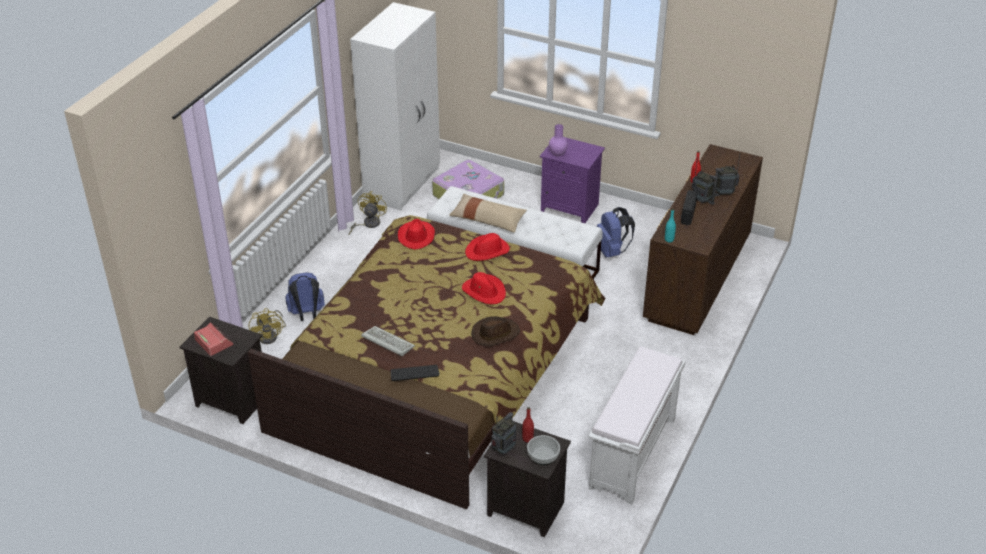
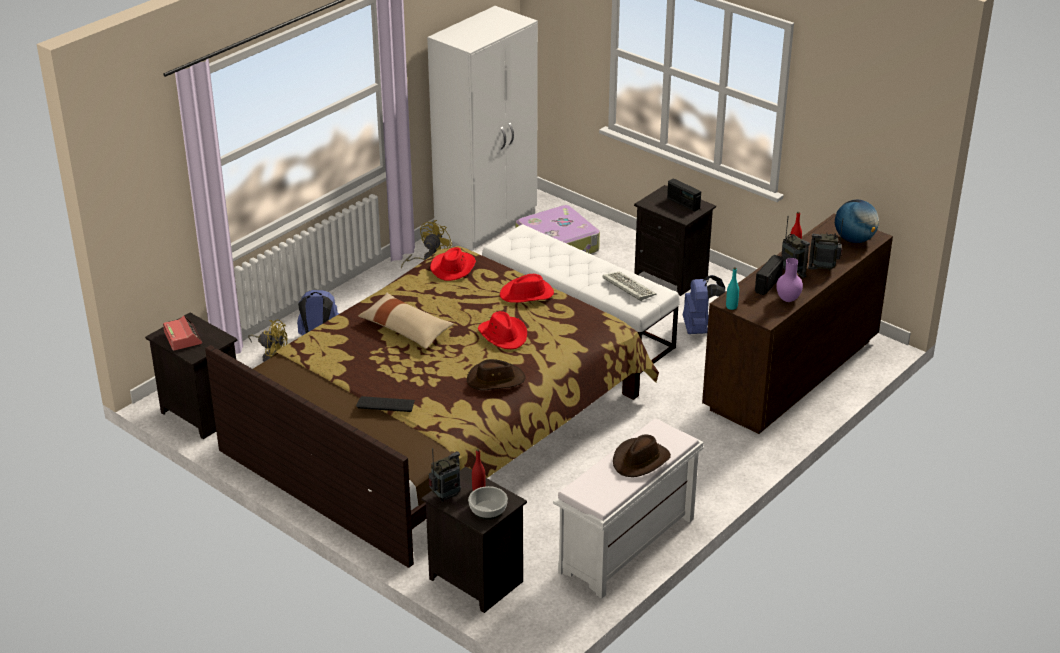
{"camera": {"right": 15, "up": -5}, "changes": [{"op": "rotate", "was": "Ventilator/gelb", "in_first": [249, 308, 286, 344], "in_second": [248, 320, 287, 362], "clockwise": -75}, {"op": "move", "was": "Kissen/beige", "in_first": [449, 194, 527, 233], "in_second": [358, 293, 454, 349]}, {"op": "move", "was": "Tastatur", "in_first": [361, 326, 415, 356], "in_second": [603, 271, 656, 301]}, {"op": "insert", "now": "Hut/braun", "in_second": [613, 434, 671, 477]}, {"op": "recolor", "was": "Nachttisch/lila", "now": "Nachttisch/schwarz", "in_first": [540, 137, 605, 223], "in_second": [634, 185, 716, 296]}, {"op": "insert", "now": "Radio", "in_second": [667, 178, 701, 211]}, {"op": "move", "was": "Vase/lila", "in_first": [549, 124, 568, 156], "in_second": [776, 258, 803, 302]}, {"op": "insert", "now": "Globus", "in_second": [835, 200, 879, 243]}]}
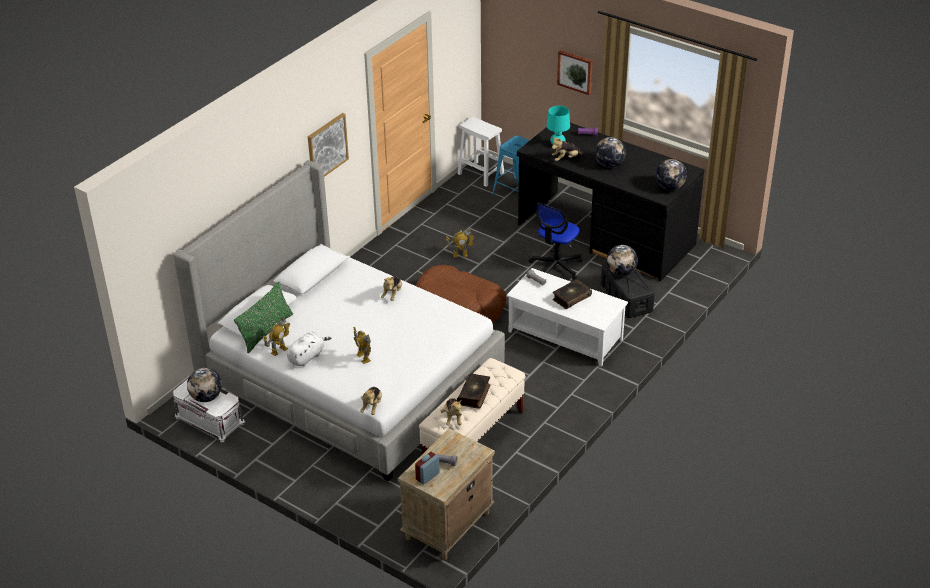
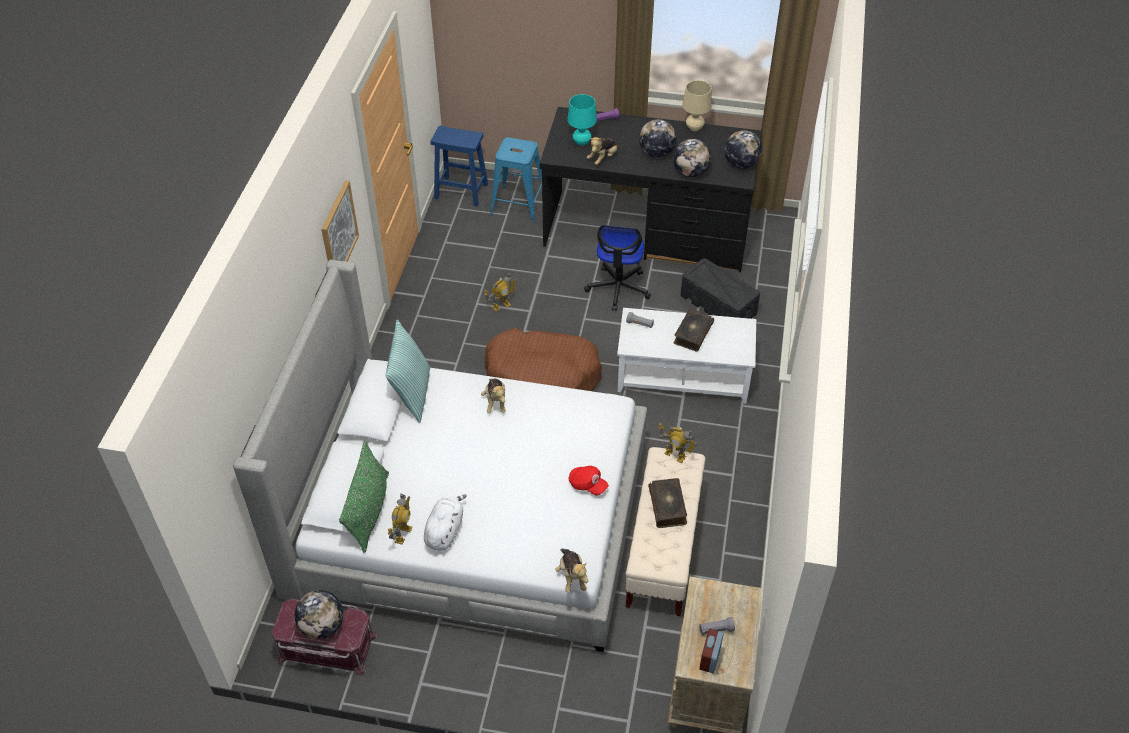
{"camera": {"right": -25, "up": 10}, "changes": [{"op": "recolor", "was": "Aufbewahrungsbox/weiß", "now": "Aufbewahrungsbox/rot", "in_first": [173, 379, 245, 443], "in_second": [272, 599, 377, 676]}, {"op": "insert", "now": "Kissen", "in_second": [385, 320, 430, 423]}, {"op": "recolor", "was": "Hocker/weiß", "now": "Hocker/blau", "in_first": [458, 117, 504, 187], "in_second": [431, 126, 488, 206]}, {"op": "insert", "now": "Kappe/rot", "in_second": [568, 466, 609, 495]}, {"op": "move", "was": "Spielzeugroboter", "in_first": [353, 327, 371, 364], "in_second": [659, 423, 697, 463]}, {"op": "move", "was": "Globus", "in_first": [607, 245, 638, 276], "in_second": [673, 139, 711, 178]}, {"op": "insert", "now": "Tischlampe/beige", "in_second": [682, 80, 712, 131]}, {"op": "delete", "was": "Plüschtier", "in_first": [441, 398, 462, 426]}, {"op": "delete", "was": "Bild", "in_first": [557, 50, 593, 95]}]}
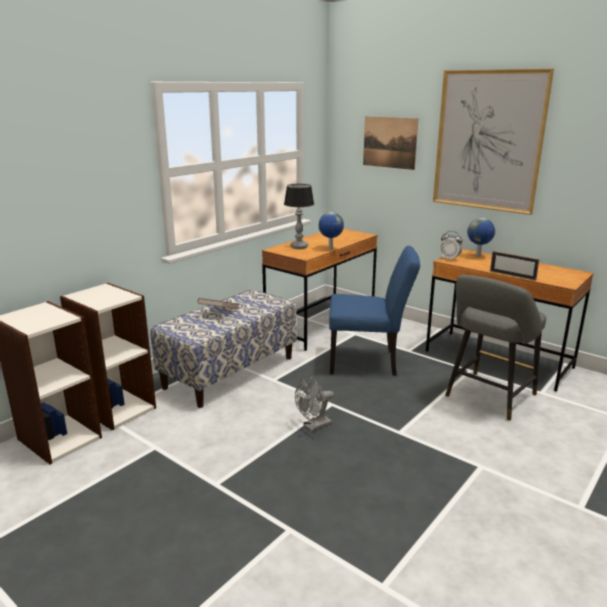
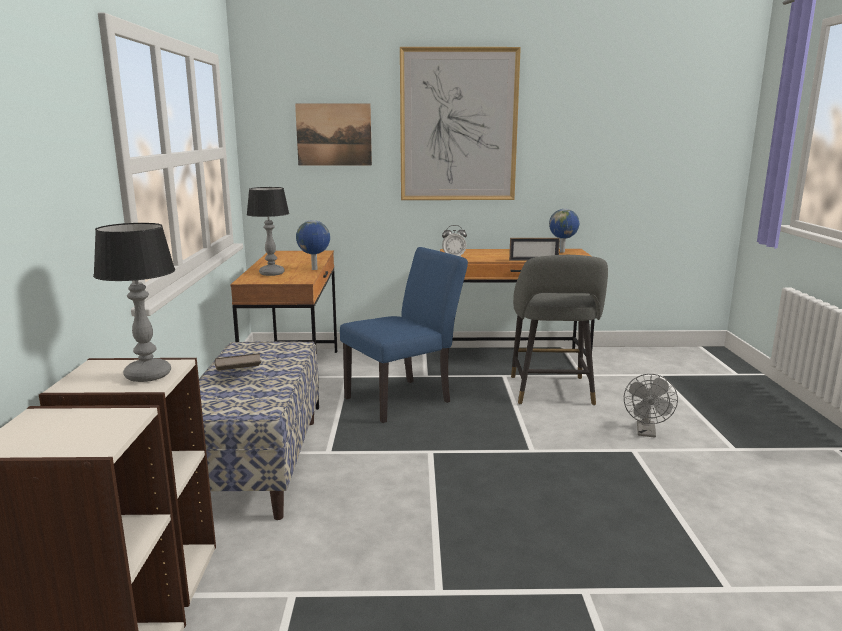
{"camera": {"right": -40, "up": -5}, "changes": [{"op": "insert", "now": "Tischlampe", "in_second": [93, 223, 175, 382]}, {"op": "move", "was": "Globus", "in_first": [467, 218, 495, 257], "in_second": [549, 209, 579, 253]}, {"op": "move", "was": "Ventilator/grau", "in_first": [295, 376, 334, 432], "in_second": [624, 374, 678, 438]}]}
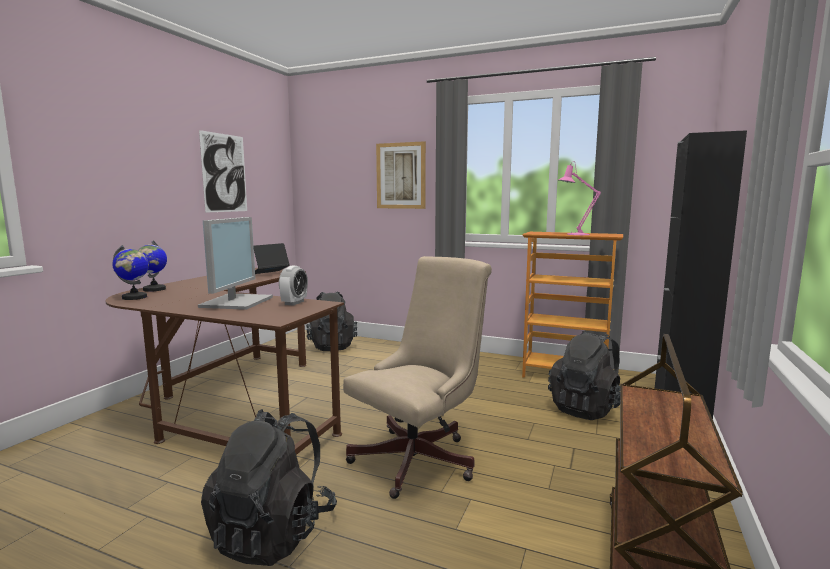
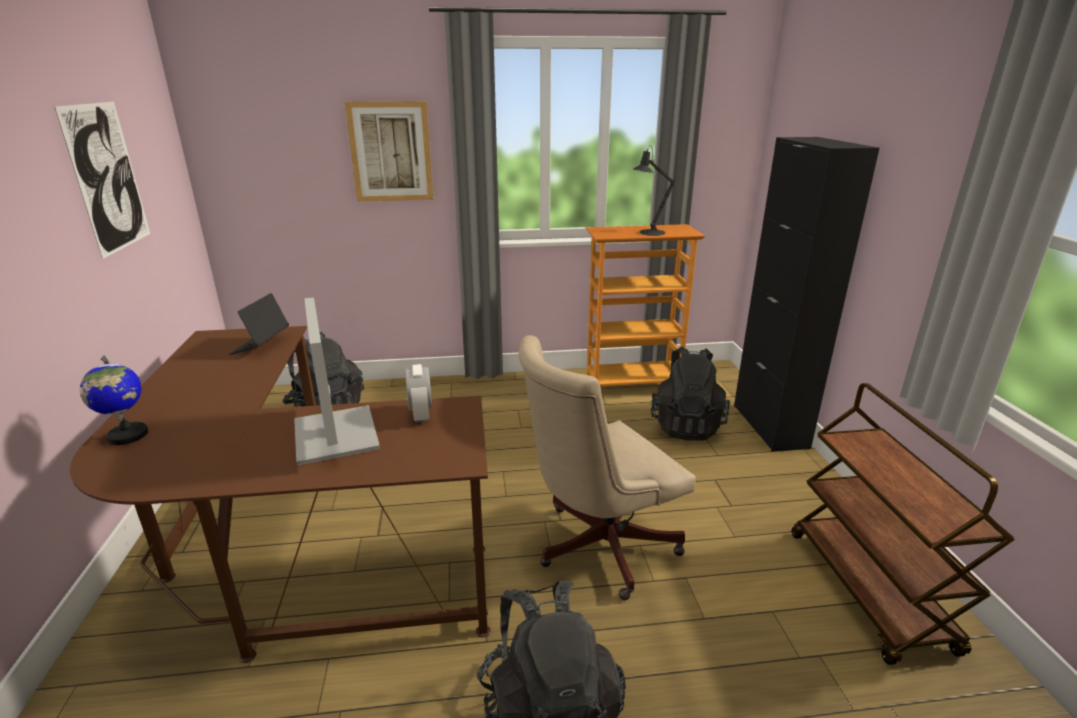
{"camera": {"right": -30, "up": 15}, "changes": [{"op": "rotate", "was": "Bürostuhl/beige", "in_first": [343, 256, 492, 499], "in_second": [518, 335, 696, 600], "clockwise": -135}, {"op": "recolor", "was": "Tischlampe/rosa", "now": "Tischlampe/schwarz", "in_first": [558, 161, 601, 235], "in_second": [634, 146, 675, 236]}, {"op": "delete", "was": "Globus", "in_first": [112, 245, 149, 300]}]}
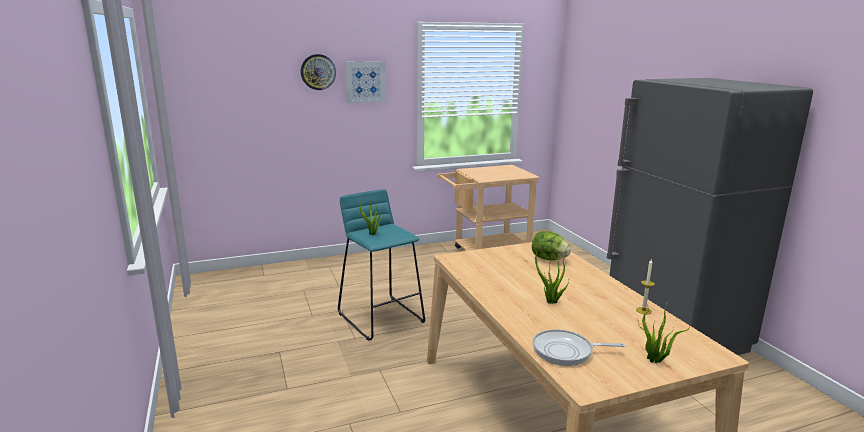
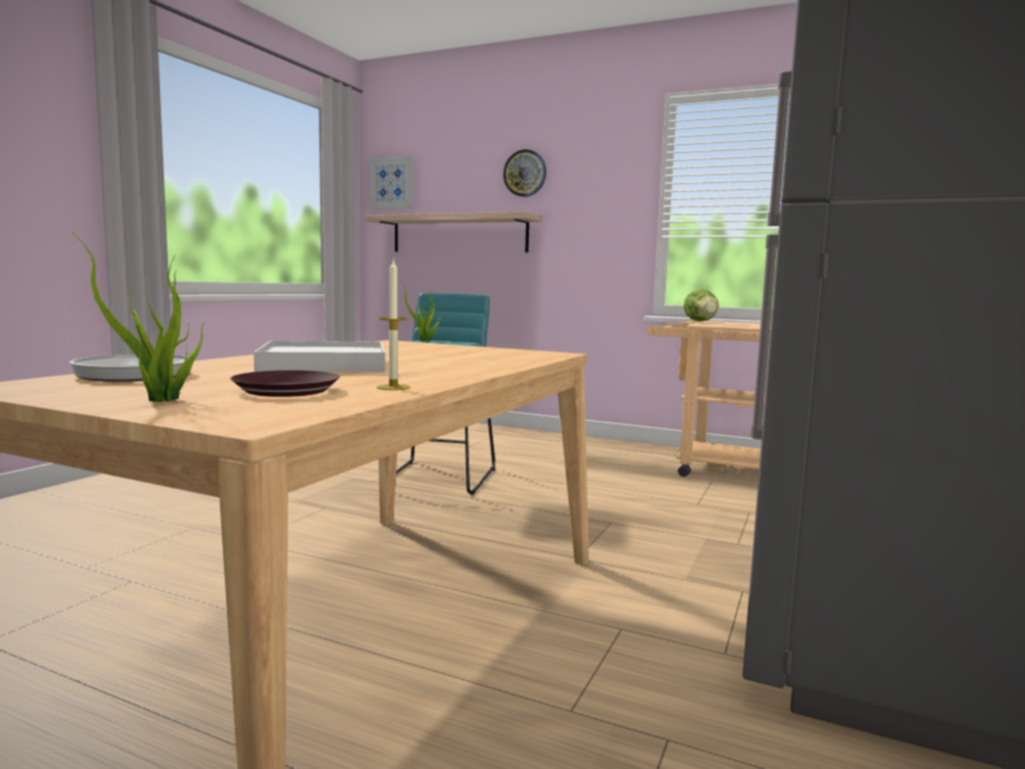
{"camera": {"right": 45, "up": -10}, "changes": [{"op": "insert", "now": "Teller/braun", "in_second": [230, 370, 340, 397]}, {"op": "replace", "was": "Topfpflanze", "now": "Tablett/weiß", "in_first": [532, 243, 569, 304], "in_second": [254, 341, 385, 372]}, {"op": "insert", "now": "Wandregal", "in_second": [365, 212, 542, 253]}, {"op": "move", "was": "Bild", "in_first": [345, 61, 386, 103], "in_second": [370, 156, 413, 209]}, {"op": "move", "was": "Salatkopf", "in_first": [532, 231, 571, 260], "in_second": [684, 290, 719, 322]}]}
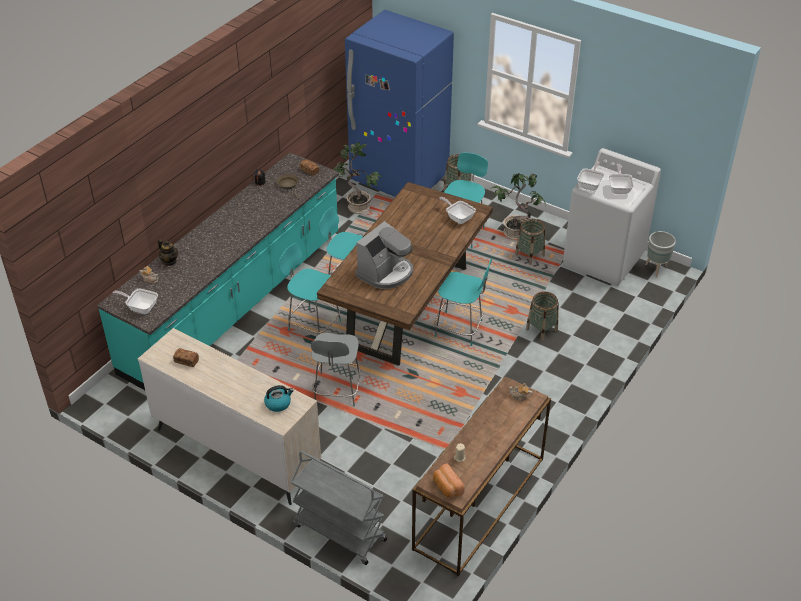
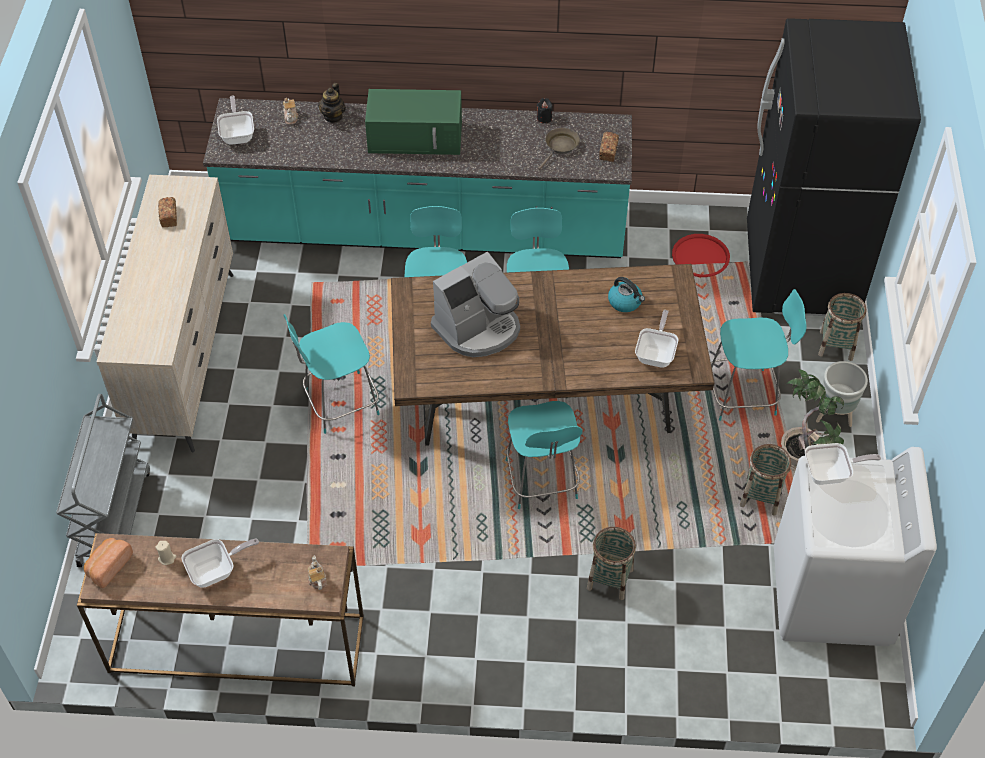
{"camera": {"right": 60, "up": 10}, "changes": [{"op": "move", "was": "Pfanne", "in_first": [608, 164, 634, 194], "in_second": [181, 539, 259, 588]}, {"op": "recolor", "was": "Stuhl/grau", "now": "Stuhl/türkis", "in_first": [311, 333, 360, 406], "in_second": [284, 314, 380, 434]}, {"op": "insert", "now": "Mikrowelle/grün", "in_second": [365, 89, 462, 155]}, {"op": "rotate", "was": "Kaffeemaschine", "in_first": [356, 221, 413, 289], "in_second": [431, 252, 520, 357], "clockwise": -45}, {"op": "move", "was": "Wasserkessel", "in_first": [264, 385, 294, 412], "in_second": [608, 277, 645, 312]}, {"op": "replace", "was": "Topfpflanze", "now": "Tablett/rot", "in_first": [333, 142, 383, 214], "in_second": [672, 234, 730, 277]}, {"op": "recolor", "was": "Kühlschrank/blau", "now": "Kühlschrank/schwarz", "in_first": [345, 10, 454, 197], "in_second": [747, 18, 921, 316]}, {"op": "move", "was": "Pflanzkübel/grau", "in_first": [645, 231, 676, 278], "in_second": [816, 361, 868, 427]}]}
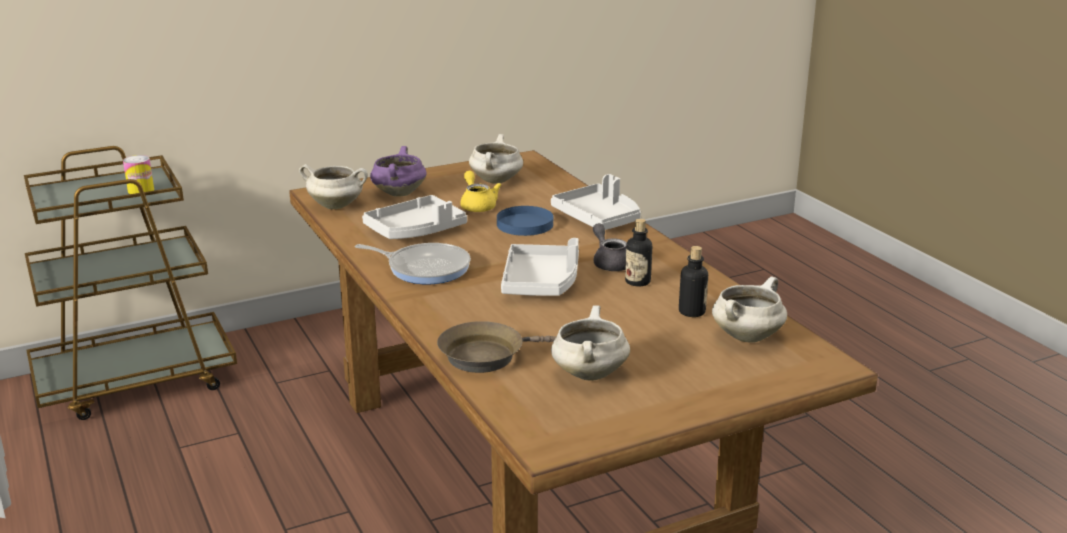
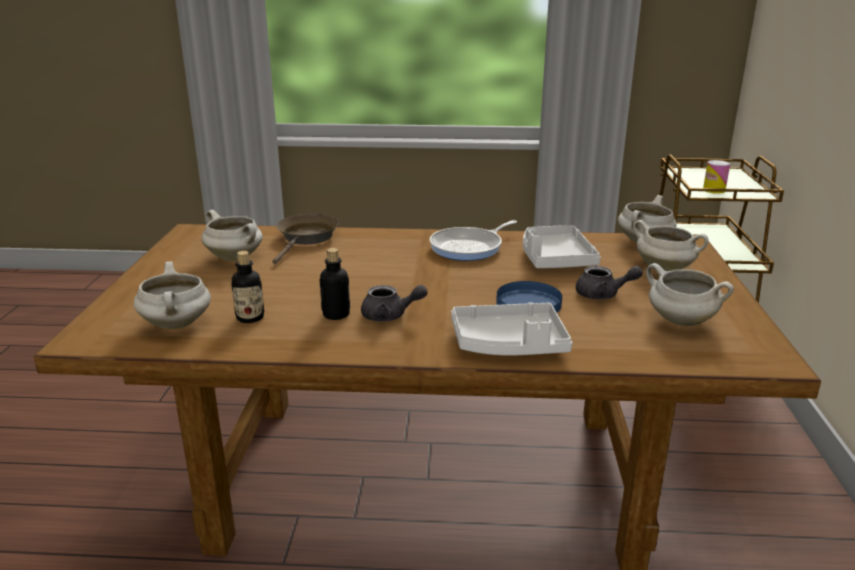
{"camera": {"right": 120, "up": 0}, "changes": [{"op": "recolor", "was": "Teekanne/gelb", "now": "Teekanne/grau", "in_first": [460, 171, 501, 212], "in_second": [576, 266, 643, 300]}, {"op": "recolor", "was": "Kochtopf/lila", "now": "Kochtopf/weiß", "in_first": [370, 146, 427, 197], "in_second": [633, 220, 709, 271]}, {"op": "delete", "was": "Tablett/grau", "in_first": [501, 238, 579, 296]}]}
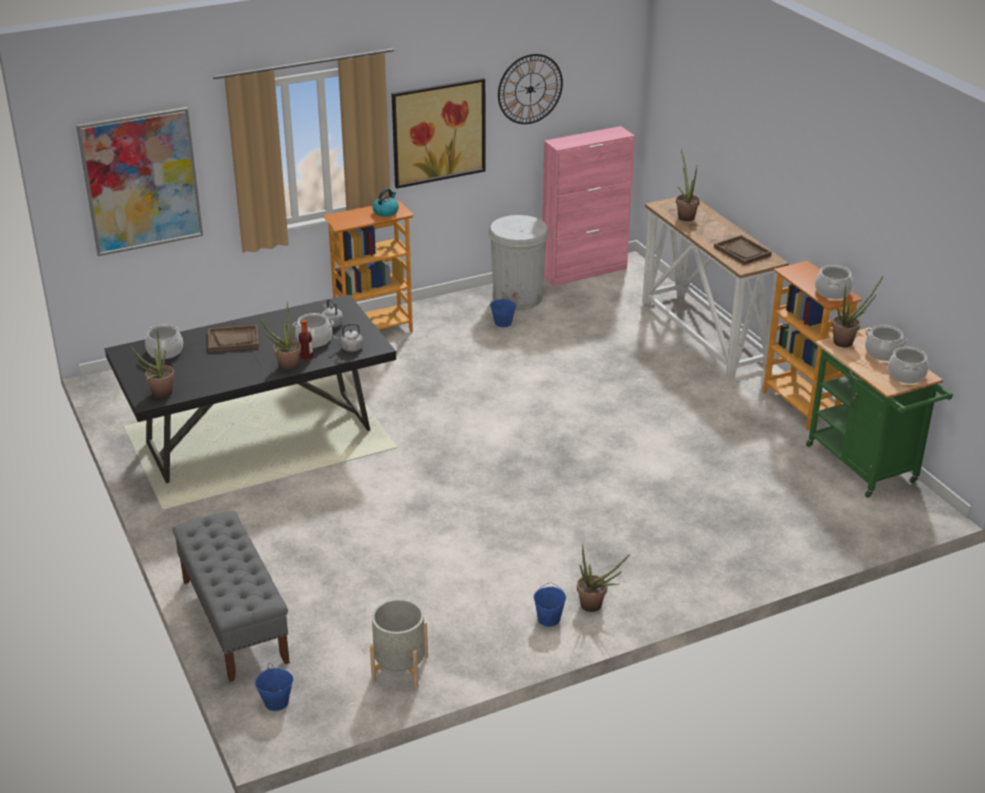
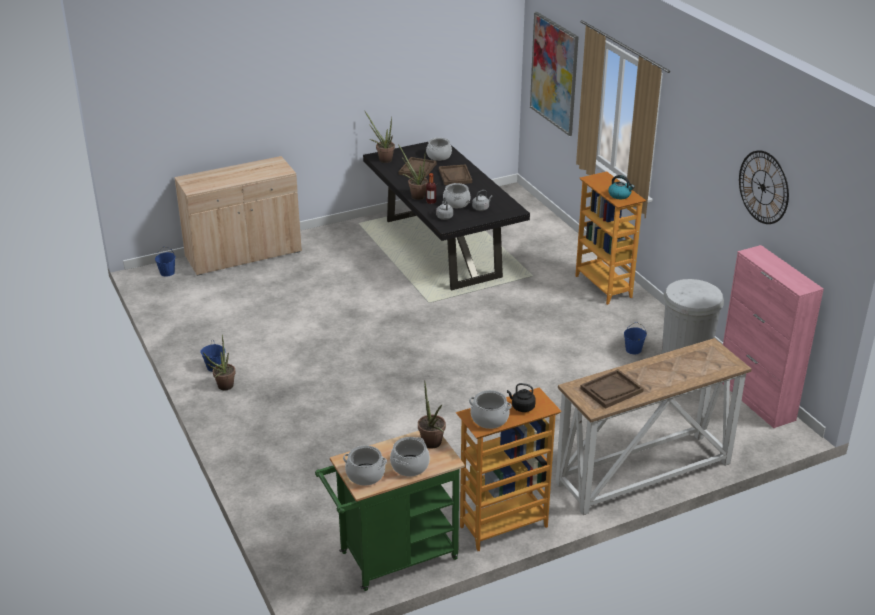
{"camera": {"right": 90, "up": 0}, "changes": [{"op": "replace", "was": "Bank/grau", "now": "Schrank/beige", "in_first": [172, 511, 290, 682], "in_second": [174, 156, 302, 276]}, {"op": "insert", "now": "Tablett/braun", "in_second": [399, 157, 437, 178]}, {"op": "insert", "now": "Wasserkessel/schwarz", "in_second": [507, 383, 536, 412]}, {"op": "delete", "was": "Pflanzkübel/grau", "in_first": [370, 599, 428, 688]}, {"op": "delete", "was": "Bild", "in_first": [391, 78, 485, 189]}, {"op": "delete", "was": "Topfpflanze", "in_first": [676, 149, 700, 221]}]}
